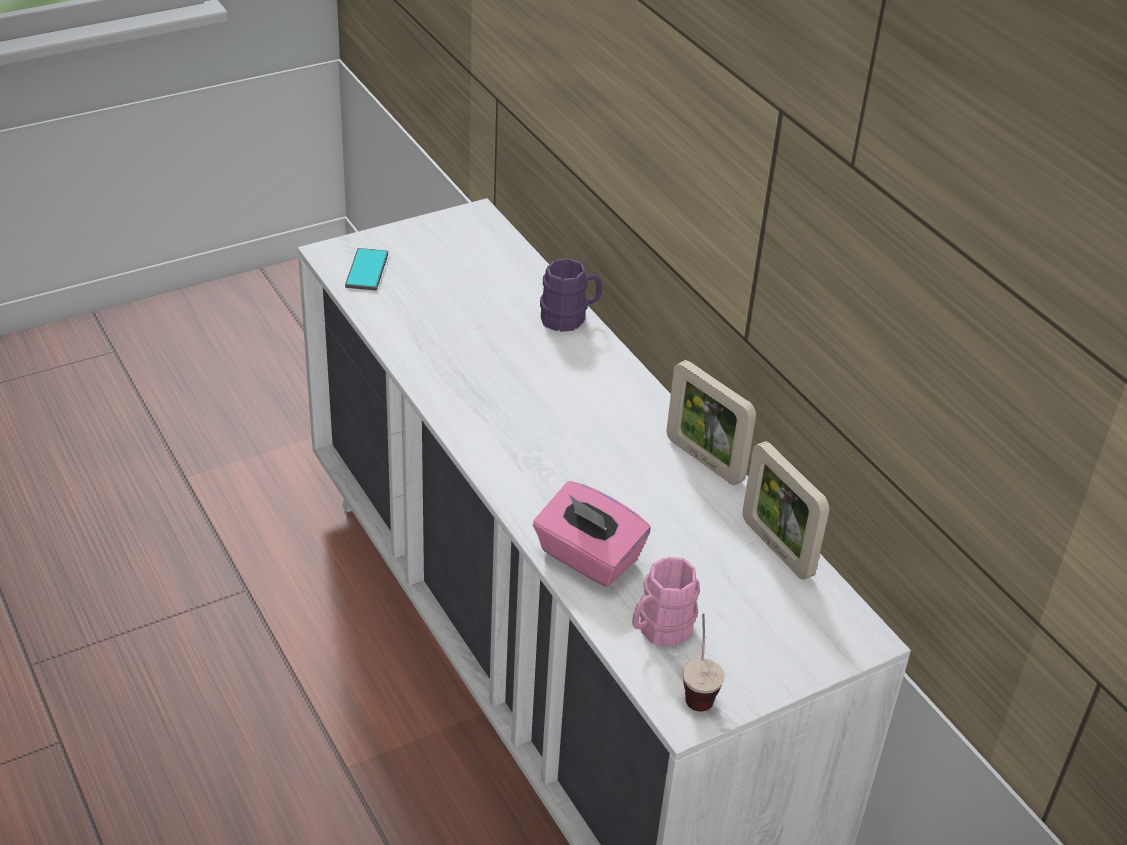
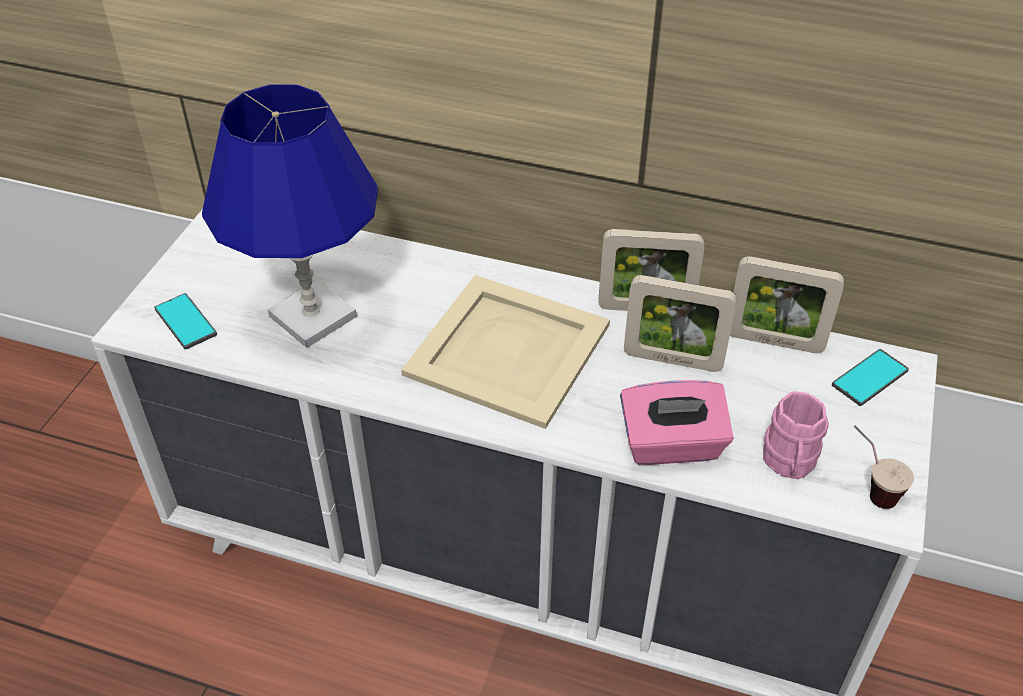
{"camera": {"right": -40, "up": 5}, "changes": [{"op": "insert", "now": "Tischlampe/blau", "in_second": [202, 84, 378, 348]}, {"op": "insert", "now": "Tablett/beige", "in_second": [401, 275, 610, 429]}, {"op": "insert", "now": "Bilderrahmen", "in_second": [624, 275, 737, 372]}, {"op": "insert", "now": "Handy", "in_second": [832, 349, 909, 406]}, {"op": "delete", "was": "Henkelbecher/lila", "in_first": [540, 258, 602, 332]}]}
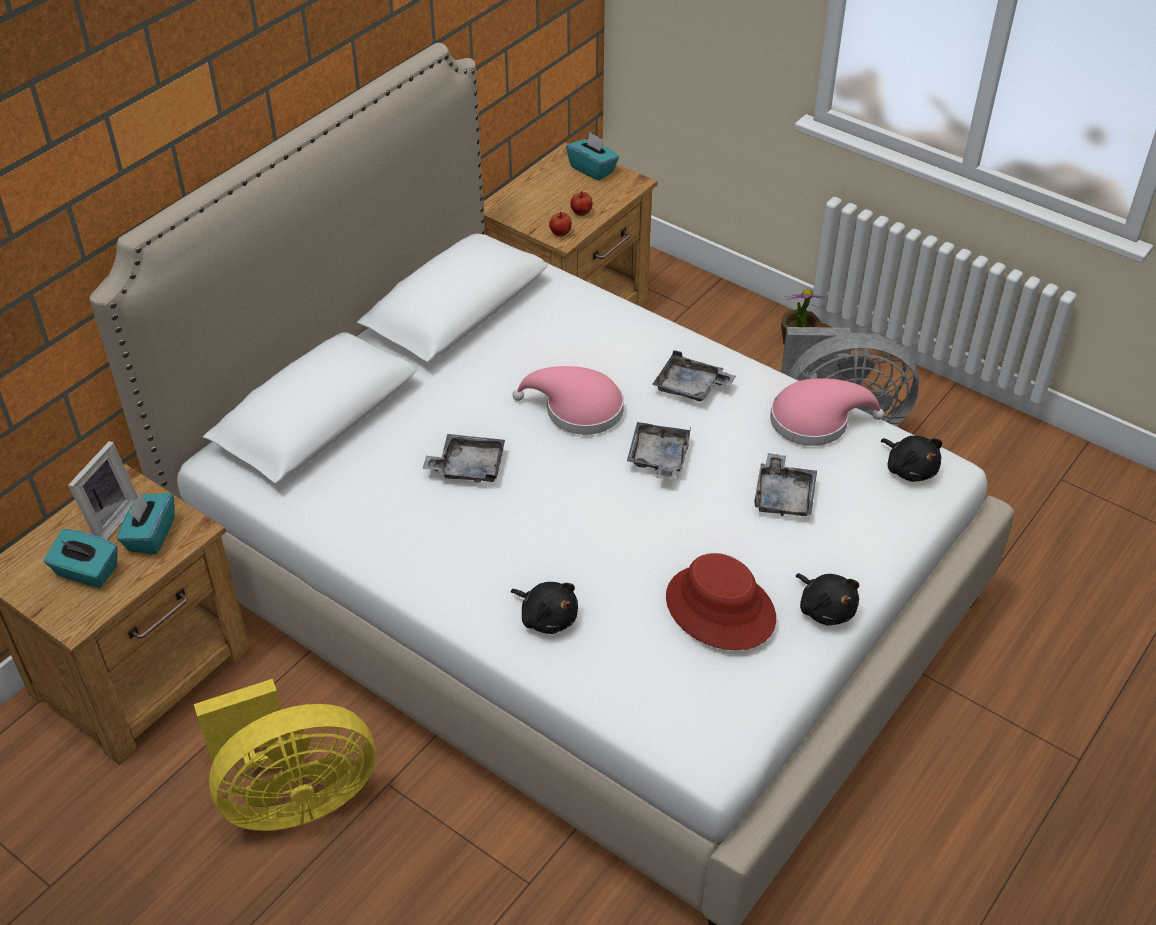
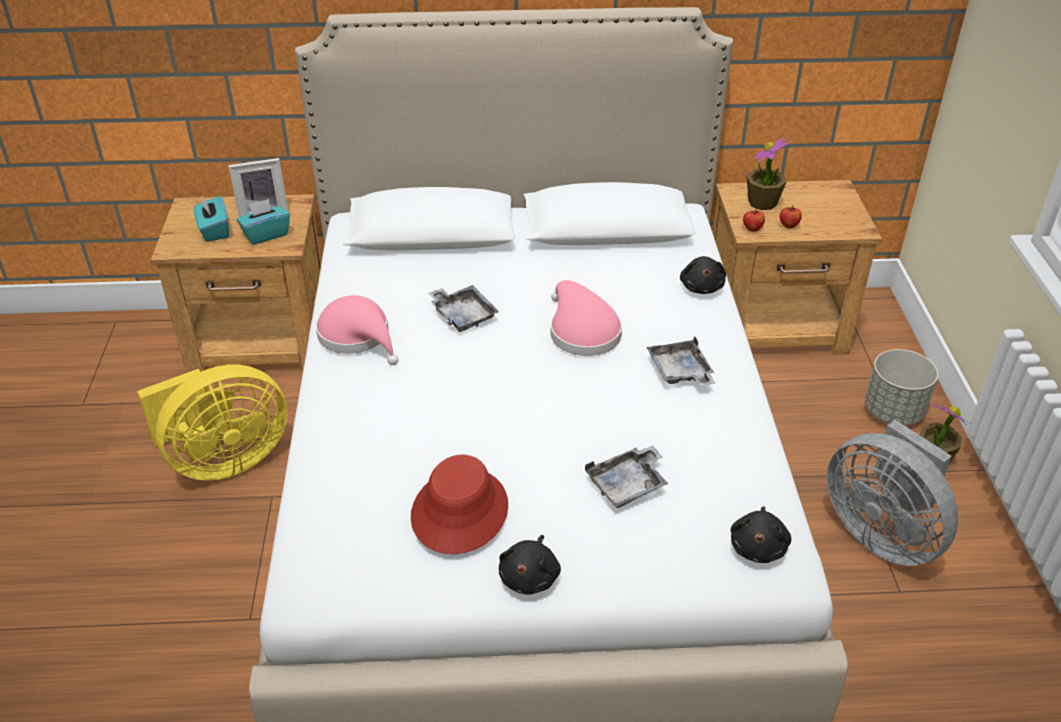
{"camera": {"right": 50, "up": -5}, "changes": [{"op": "rotate", "was": "Ventilator/gelb", "in_first": [194, 679, 376, 831], "in_second": [137, 365, 287, 481], "clockwise": -60}, {"op": "move", "was": "Hut/rosa", "in_first": [770, 378, 884, 446], "in_second": [316, 295, 399, 365]}, {"op": "move", "was": "Plüschtier/schwarz", "in_first": [511, 582, 578, 634], "in_second": [680, 256, 726, 294]}, {"op": "insert", "now": "Topfpflanze", "in_second": [746, 137, 788, 210]}, {"op": "insert", "now": "Pflanzkübel/grau", "in_second": [865, 349, 938, 425]}, {"op": "delete", "was": "Taschentuchbox/türkis", "in_first": [566, 132, 619, 180]}, {"op": "delete", "was": "Tablett/grau", "in_first": [627, 422, 691, 480]}]}
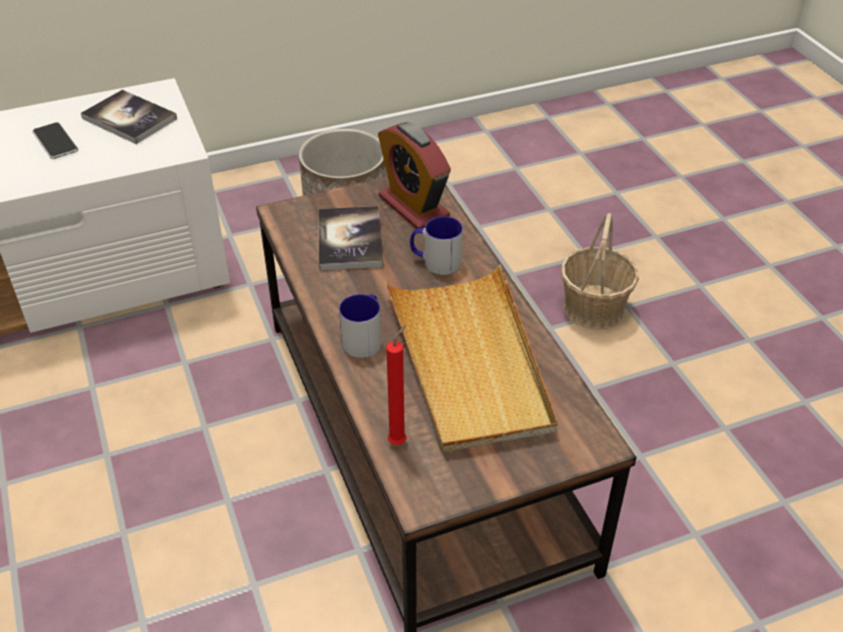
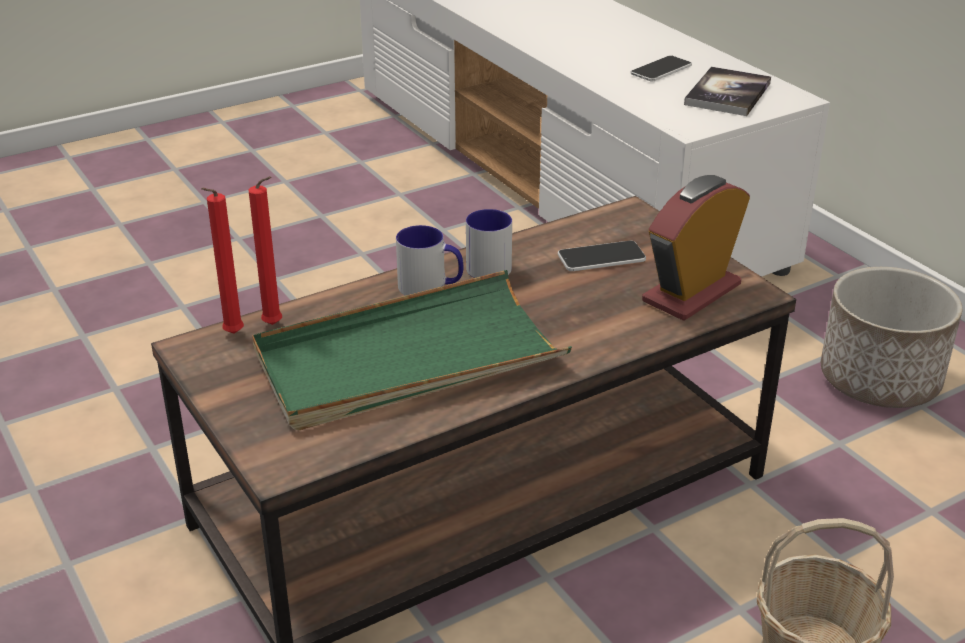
{"camera": {"right": 80, "up": -10}, "changes": [{"op": "insert", "now": "Kerze/rot", "in_second": [201, 188, 244, 334]}, {"op": "recolor", "was": "Tablett/beige", "now": "Tablett/grün", "in_first": [385, 264, 558, 453], "in_second": [252, 270, 572, 430]}, {"op": "move", "was": "Henkelbecher", "in_first": [410, 216, 463, 275], "in_second": [466, 209, 512, 278]}, {"op": "replace", "was": "Buch", "now": "Handy", "in_first": [318, 206, 383, 270], "in_second": [558, 240, 646, 271]}]}
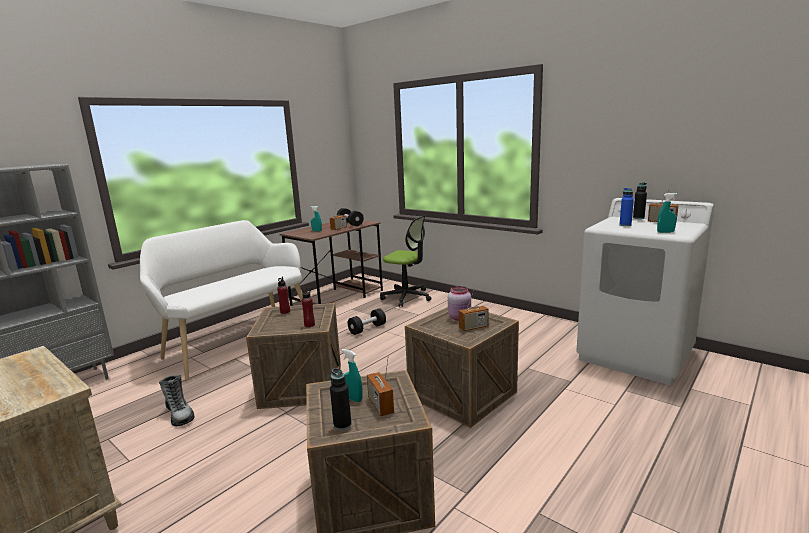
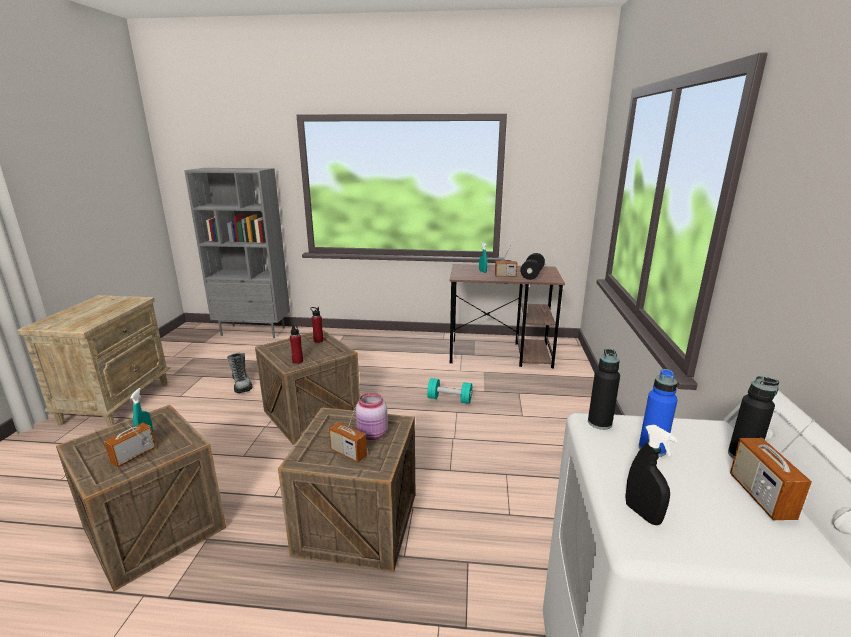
{"camera": {"right": 55, "up": 5}, "changes": [{"op": "rotate", "was": "Stiefel", "in_first": [159, 375, 194, 427], "in_second": [227, 353, 252, 393], "clockwise": -45}, {"op": "recolor", "was": "Hantel/schwarz", "now": "Hantel/türkis", "in_first": [348, 308, 386, 335], "in_second": [427, 378, 472, 404]}, {"op": "move", "was": "Flasche/schwarz", "in_first": [330, 368, 352, 430], "in_second": [588, 349, 620, 430]}, {"op": "recolor", "was": "Sprühflasche/türkis", "now": "Sprühflasche/schwarz", "in_first": [657, 193, 677, 233], "in_second": [625, 425, 677, 525]}, {"op": "delete", "was": "Bank/weiß", "in_first": [140, 220, 303, 381]}, {"op": "delete", "was": "Bürostuhl", "in_first": [380, 215, 432, 307]}]}
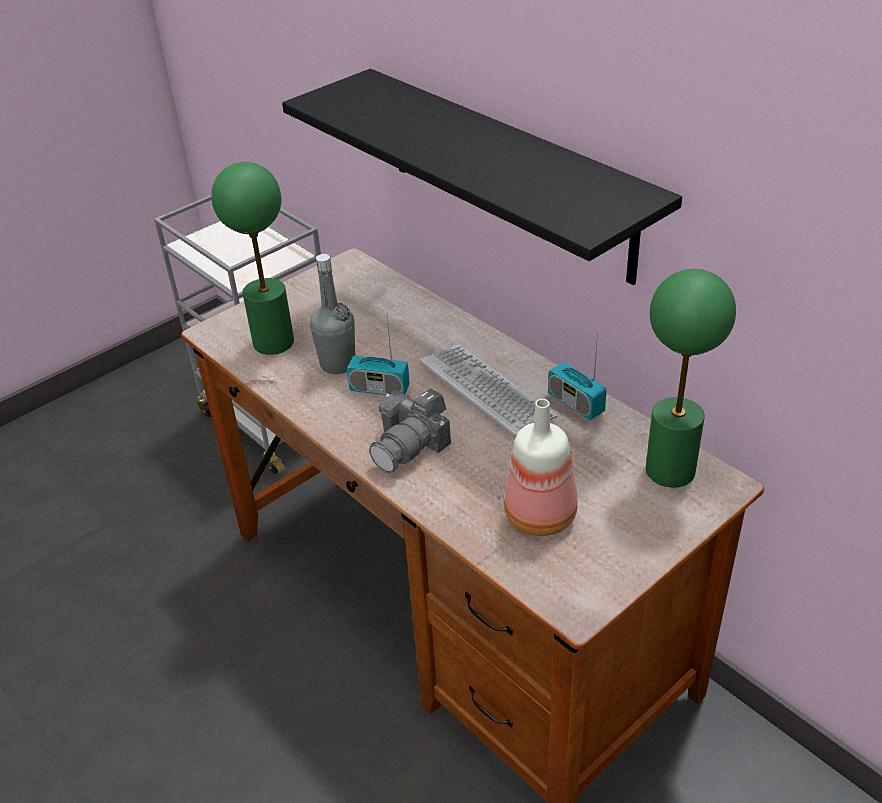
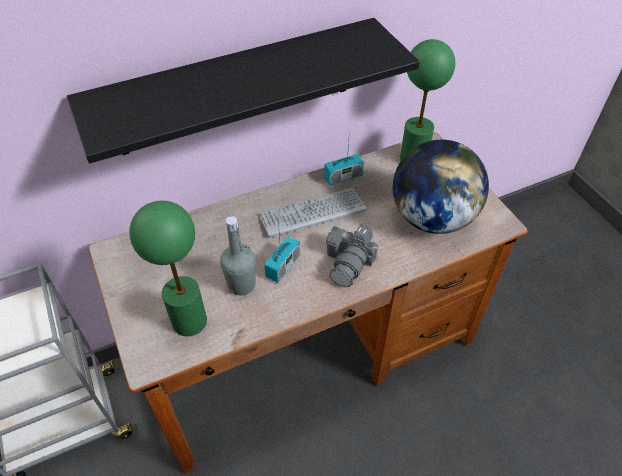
{"camera": {"right": -75, "up": 10}, "changes": [{"op": "rotate", "was": "Kamera", "in_first": [369, 389, 451, 473], "in_second": [326, 224, 378, 287], "clockwise": 60}, {"op": "replace", "was": "Flasche", "now": "Globus", "in_first": [504, 399, 578, 536], "in_second": [393, 140, 489, 234]}]}
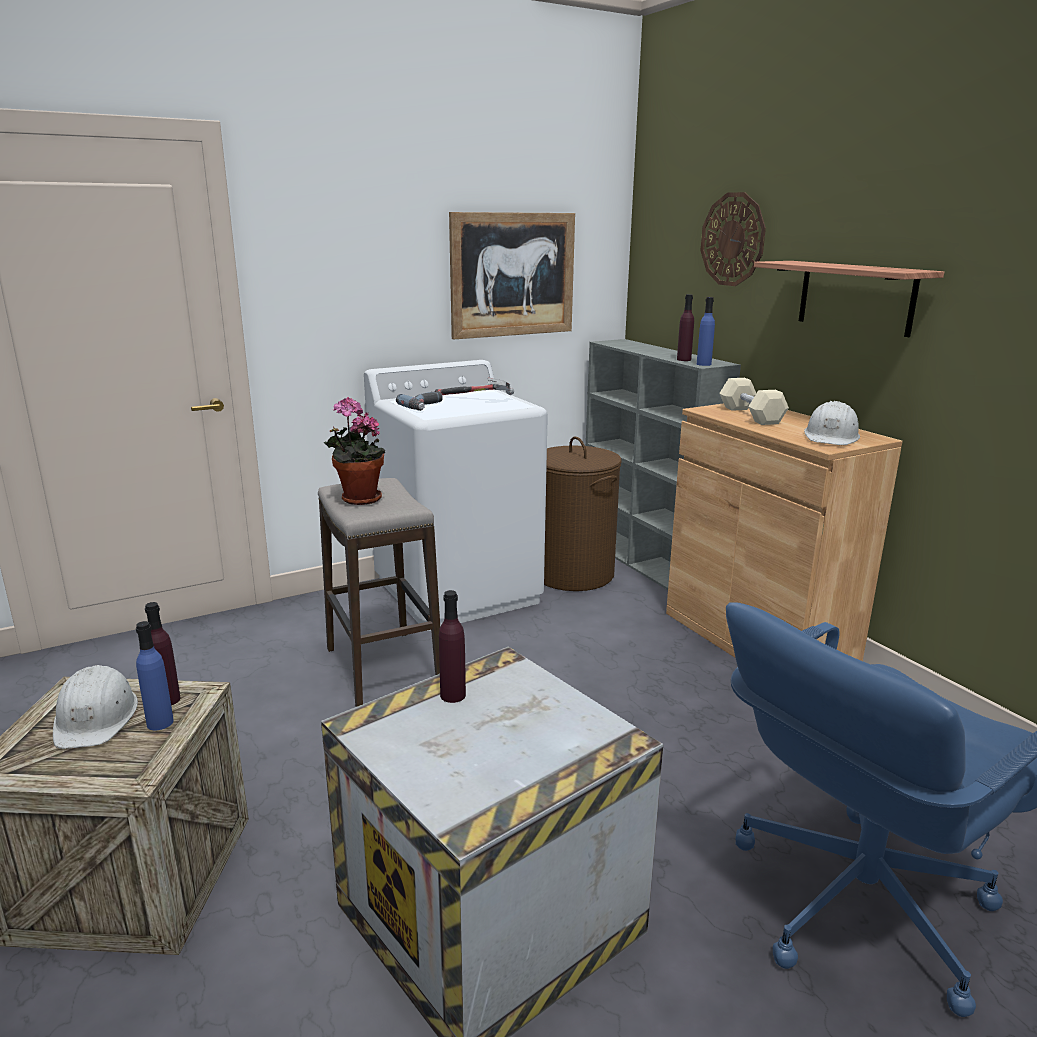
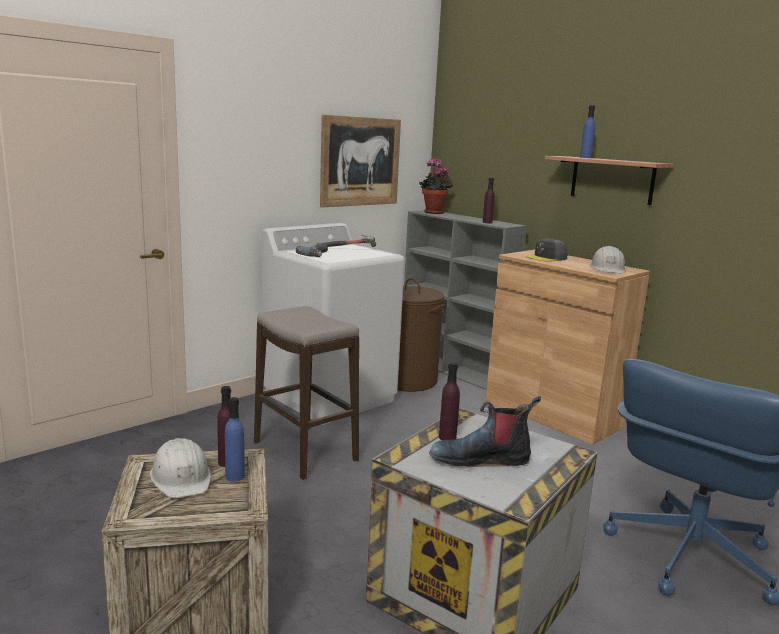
{"camera": {"right": -15, "up": -5}, "changes": [{"op": "move", "was": "Topfpflanze", "in_first": [324, 397, 385, 505], "in_second": [419, 158, 453, 214]}, {"op": "insert", "now": "Stiefel", "in_second": [429, 396, 541, 467]}, {"op": "replace", "was": "Hantel/beige", "now": "Kappe/grau", "in_first": [719, 378, 789, 425], "in_second": [526, 239, 568, 262]}, {"op": "move", "was": "Flasche/blau", "in_first": [697, 297, 715, 366], "in_second": [580, 105, 595, 158]}, {"op": "delete", "was": "Wanduhr", "in_first": [701, 192, 766, 286]}]}
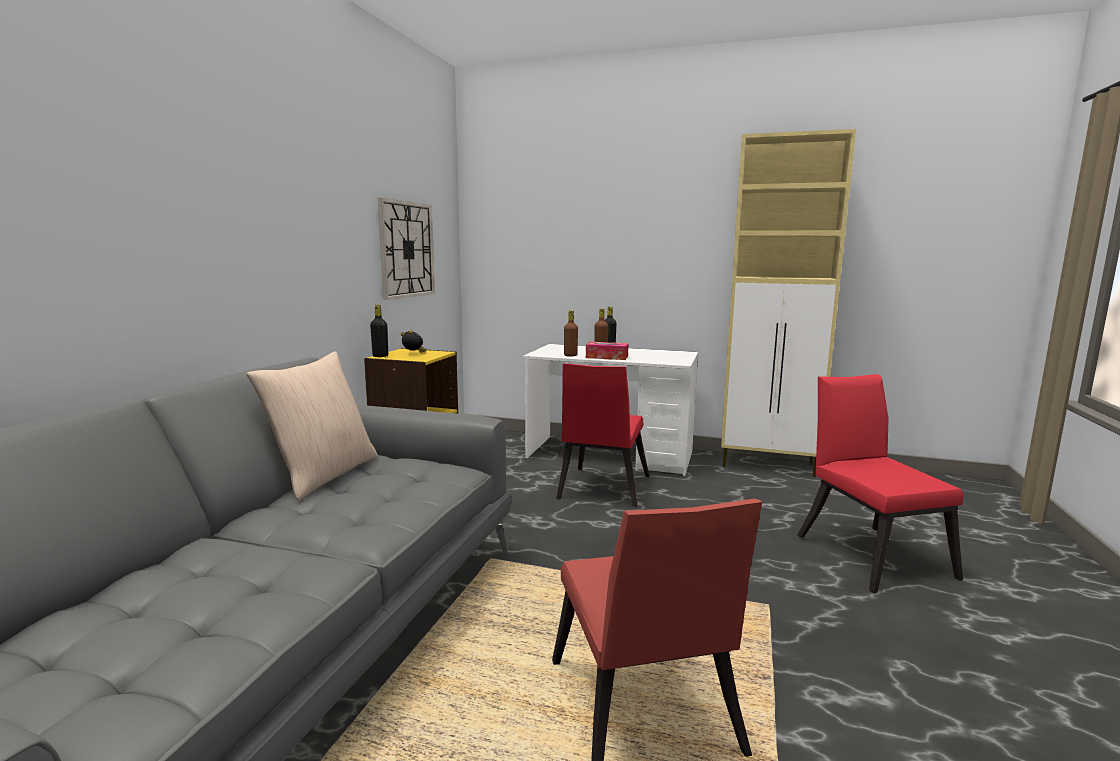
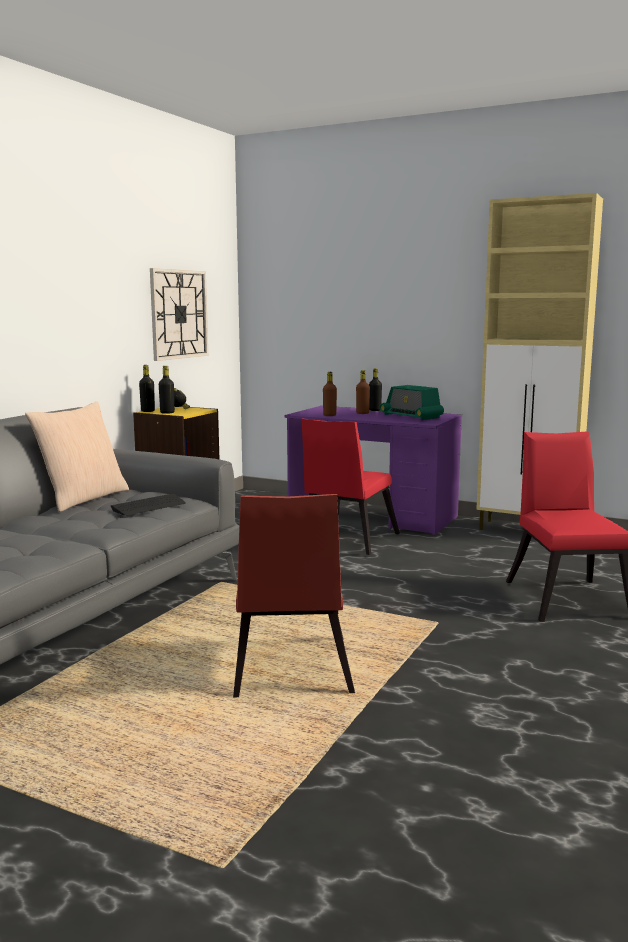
{"camera": {"right": 10, "up": 0}, "changes": [{"op": "insert", "now": "Tastatur", "in_second": [111, 493, 186, 516]}, {"op": "insert", "now": "Flasche/schwarz", "in_second": [159, 366, 175, 414]}, {"op": "recolor", "was": "Schreibtisch/weiß", "now": "Schreibtisch/lila", "in_first": [523, 344, 698, 476], "in_second": [284, 406, 462, 535]}, {"op": "insert", "now": "Radio", "in_second": [379, 385, 444, 420]}, {"op": "delete", "was": "Taschentuchbox", "in_first": [586, 342, 629, 360]}]}
